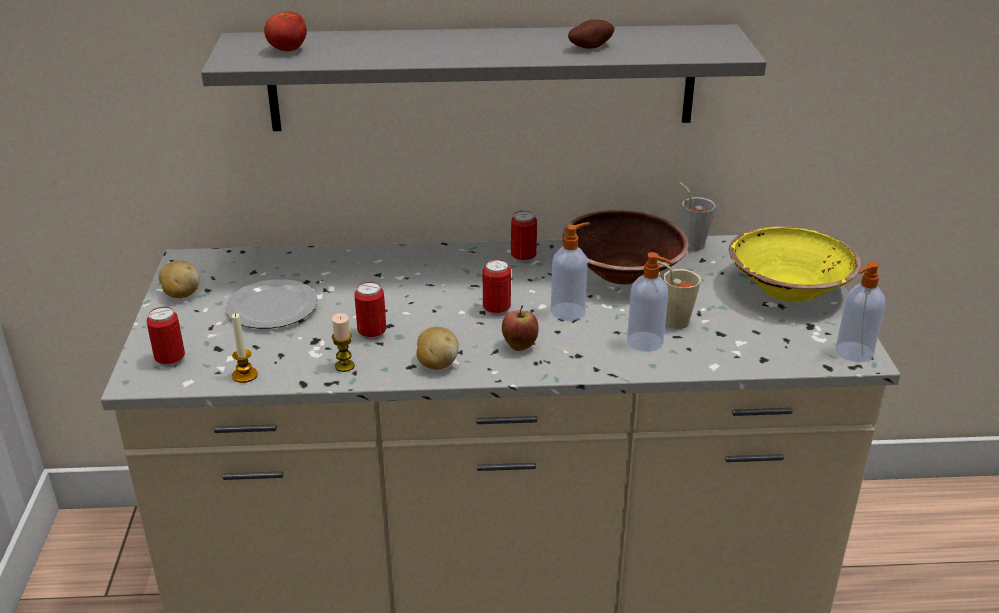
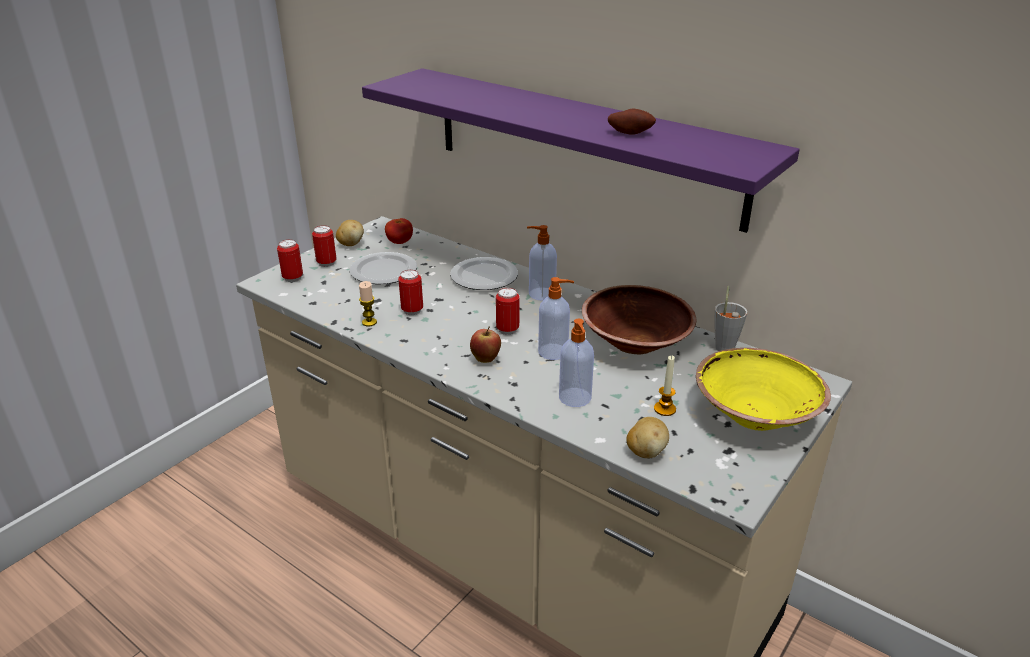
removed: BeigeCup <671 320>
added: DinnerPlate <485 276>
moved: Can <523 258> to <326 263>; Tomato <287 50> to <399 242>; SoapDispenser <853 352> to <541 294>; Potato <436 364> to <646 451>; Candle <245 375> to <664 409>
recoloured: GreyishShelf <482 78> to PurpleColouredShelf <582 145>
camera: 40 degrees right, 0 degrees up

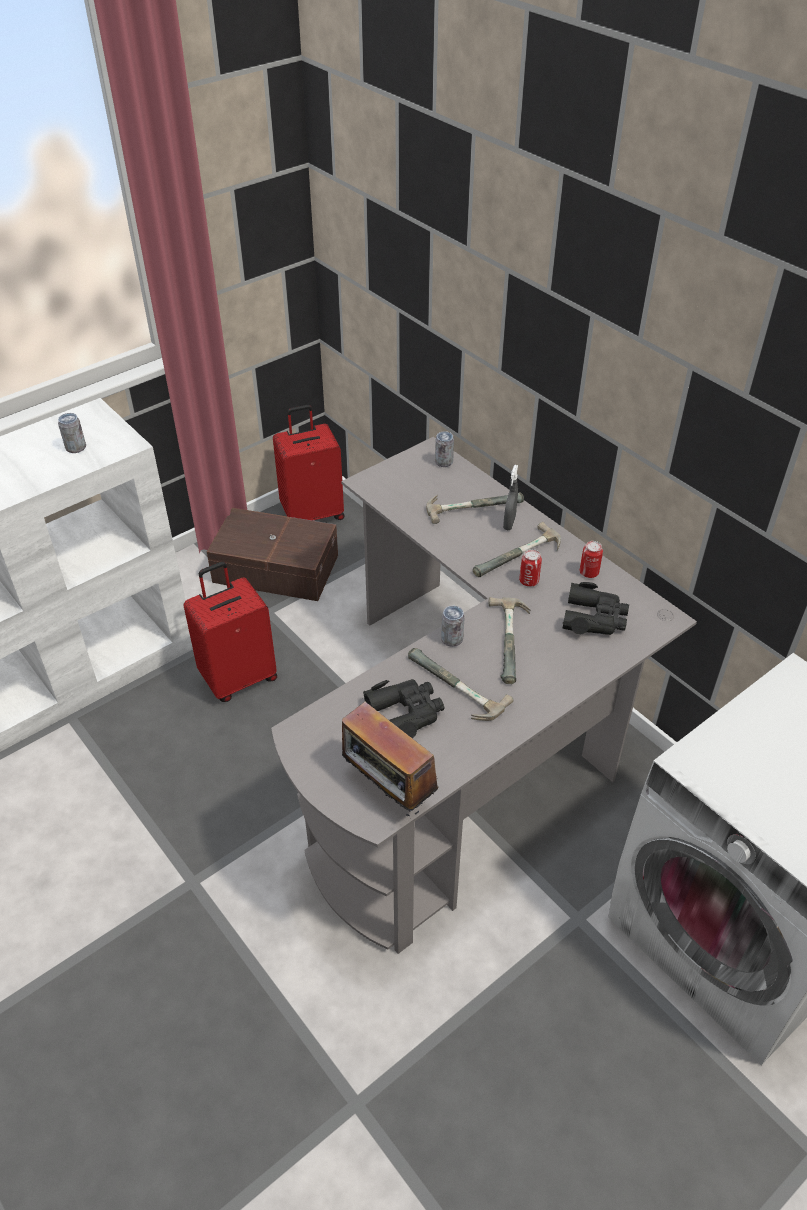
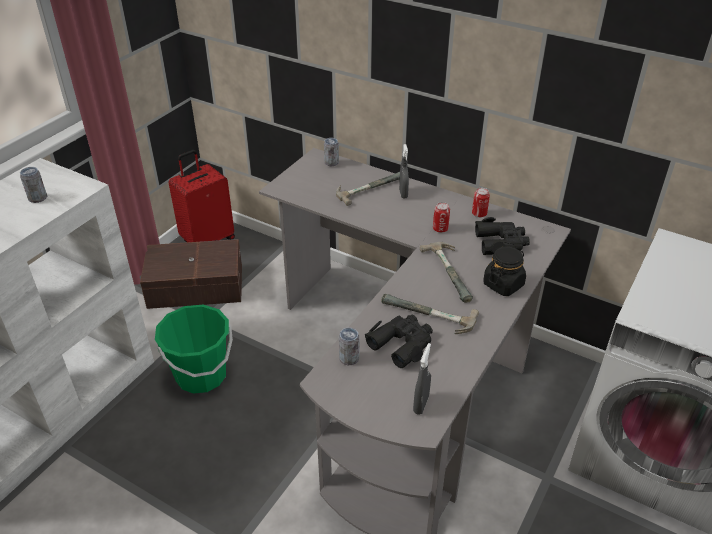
removed: ToolHammer <520 558>
added: BlackColouredPreserveJar <503 284>
moved: Can <452 639> to <349 358>
replaced: ReddishTravelCase <238 677> to GreenColouredBucket <201 375>; RadioSet <388 790> to GreyishSprayer <421 404>
camera: 20 degrees left, 5 degrees down

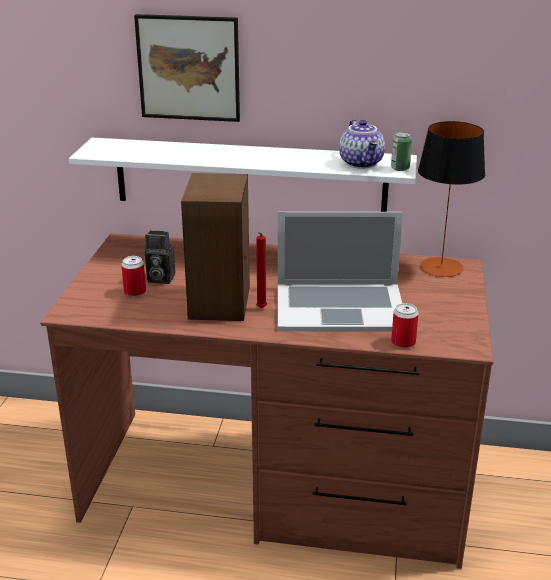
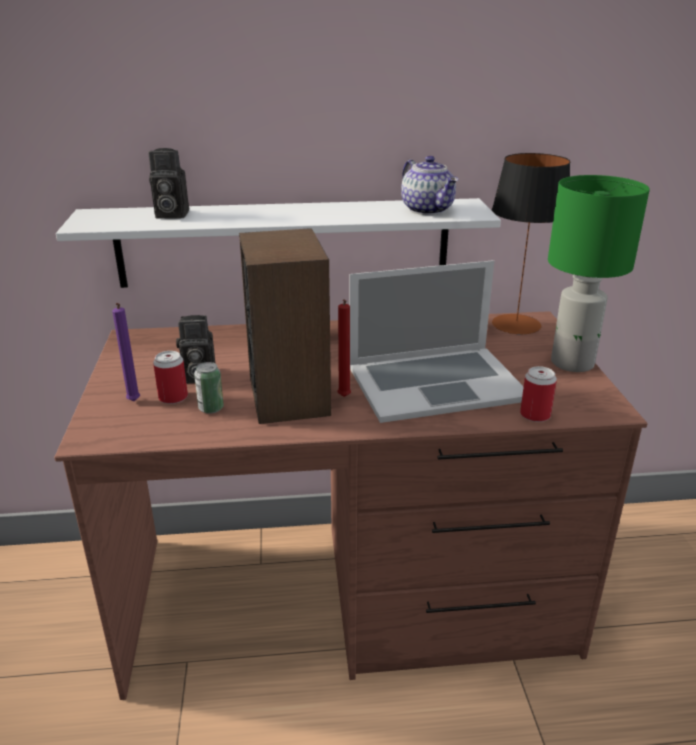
removed: Picture <188 68>
added: PurpleColouredCandle <133 402>; PhotoCamera <169 215>; GreenColouredLampForATable <573 363>
moved: Can <400 168> to <211 408>
camera: 15 degrees left, 0 degrees up

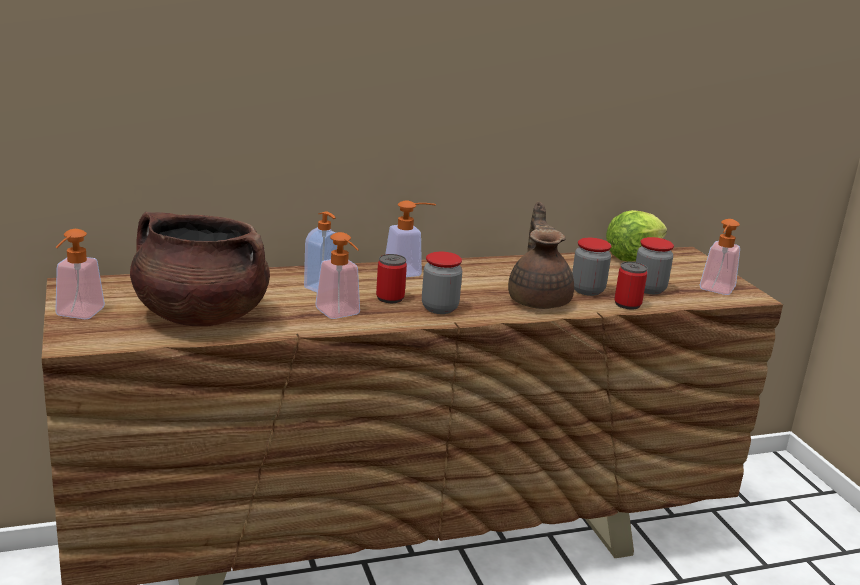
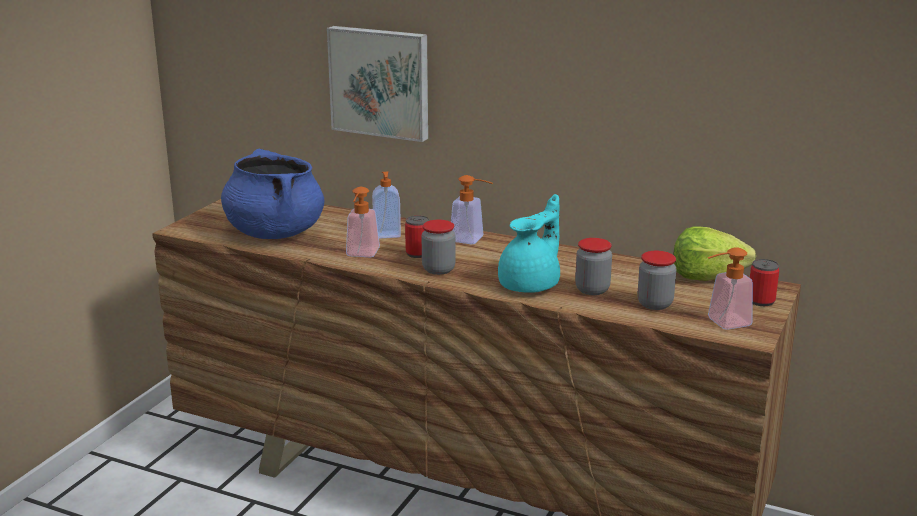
removed: SoapDispenser <76 315>
added: Picture <380 82>
moved: Can <627 304> to <761 301>
recoloured: BrownCookingPot <200 316> to BlueColouredCookingPot <274 233>; BrownTeaPot <539 300> to TurquoiseColouredTeaPot <531 285>
camera: 45 degrees right, 0 degrees up

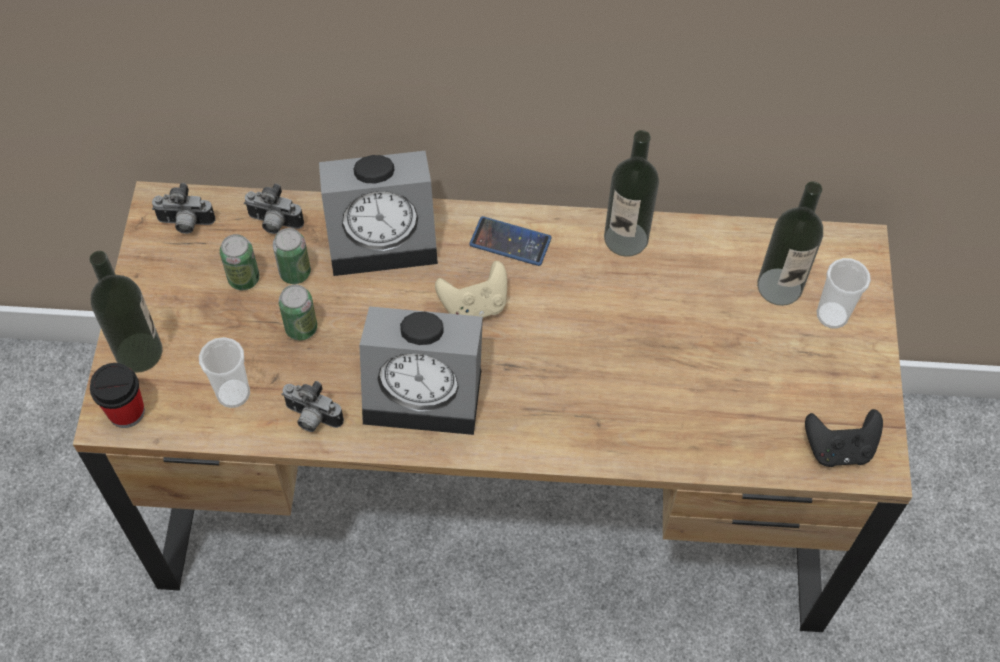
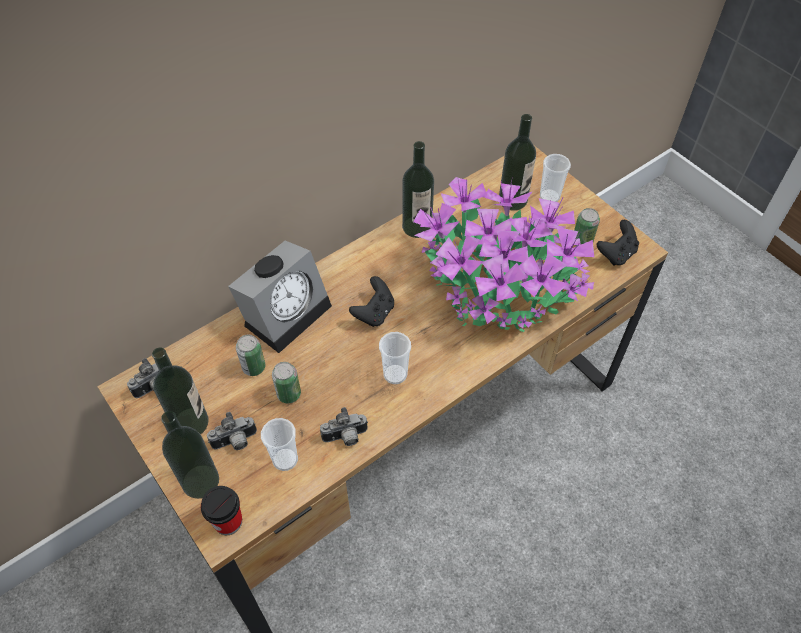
removed: Phone <510 242>
added: Bottle <191 423>; PottedPlant <499 289>
moved: PhotoCamera <274 224> to <235 442>; Can <244 279> to <582 242>
replaced: TableClock <427 391> to Cup <395 374>
recoloured: BeigeGamepad <474 306> to BlackColouredGamepad <374 313>
camera: 40 degrees left, 5 degrees down

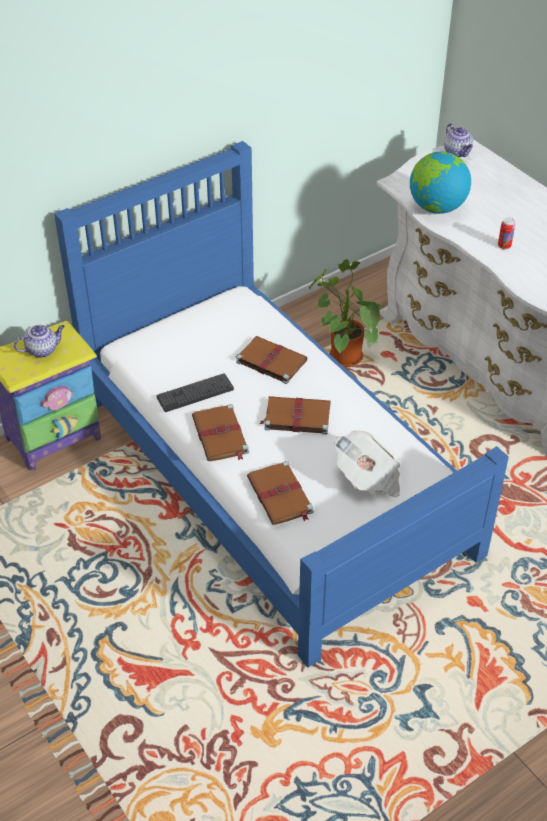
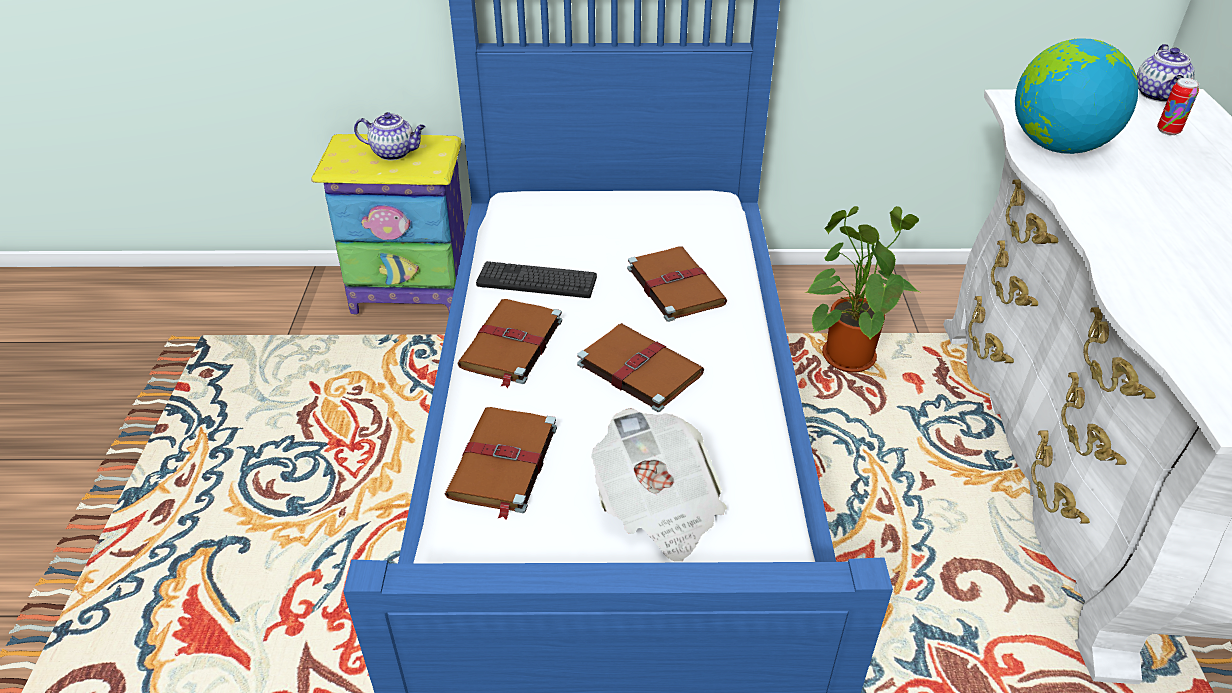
moved: Can <504 246> to <1168 131>
camera: 35 degrees right, 5 degrees down

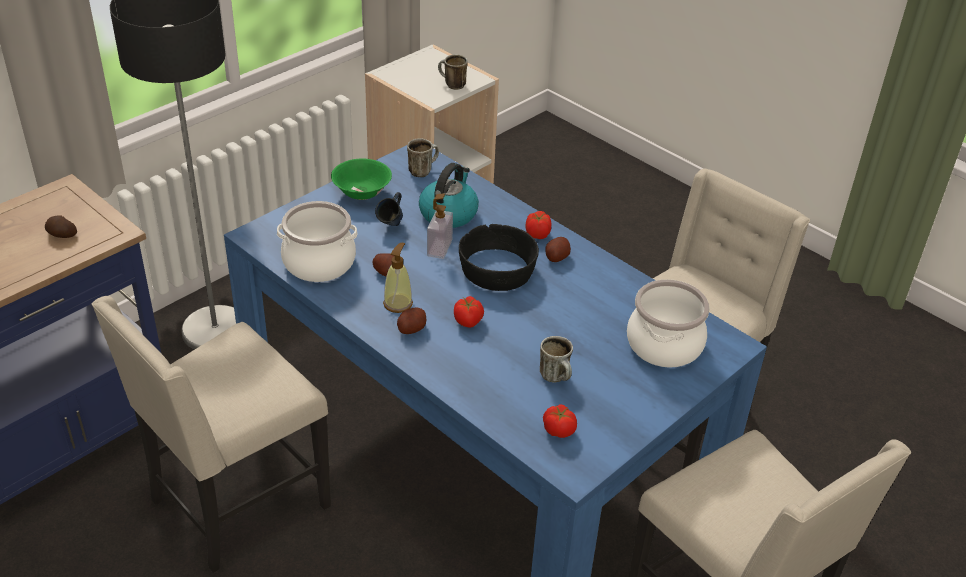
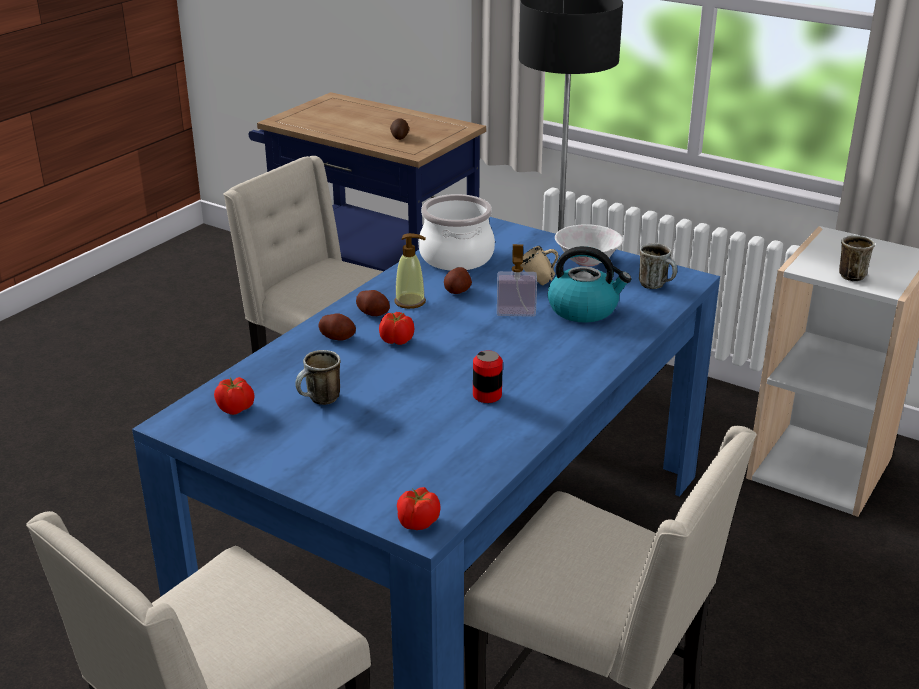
removed: BlackColouredBowl <498 271>; CookingPot <663 344>
added: Can <487 395>
moved: Potato <556 257> to <338 337>; Tomato <537 234> to <418 523>
recoloured: BlueColouredMug <391 227> to BeigeMug <537 282>; GreenColouredBowl <362 193> to WhiteColouredBowl <587 260>
camera: 80 degrees right, 10 degrees down

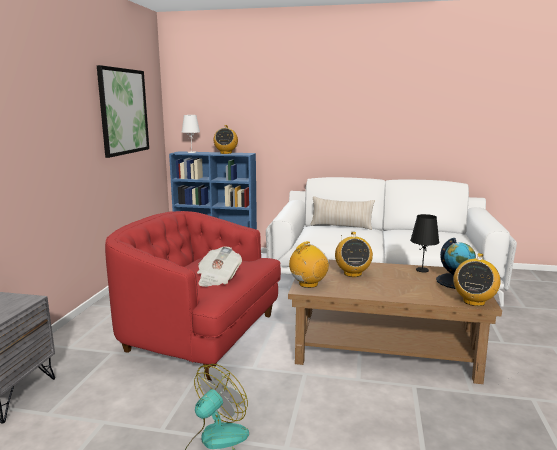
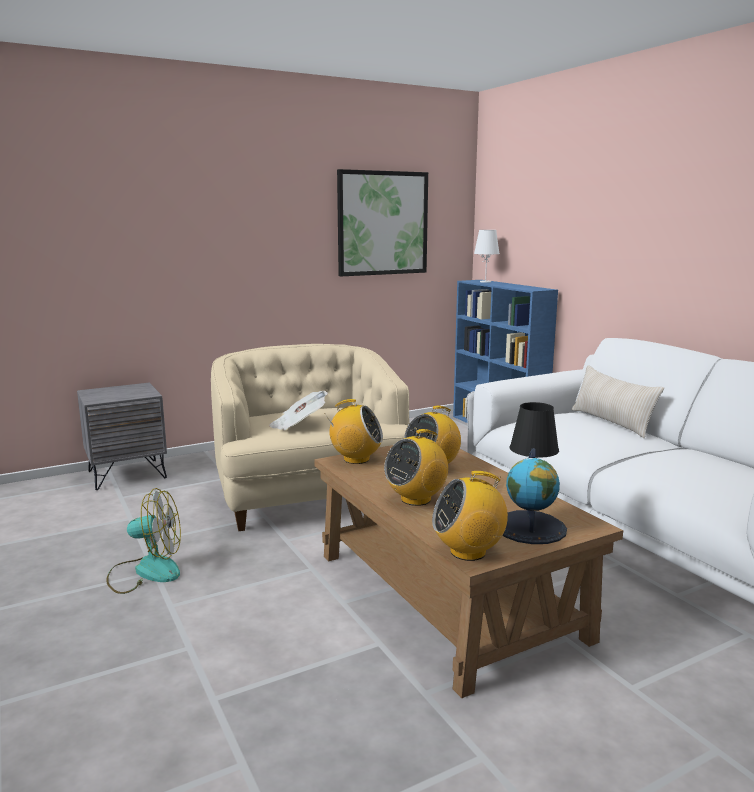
moved: RadioSet <226 153> to <416 499>
recoloured: ReddishEasyChair <200 335> to BeigeEasyChair <310 494>
camera: 50 degrees right, 0 degrees up

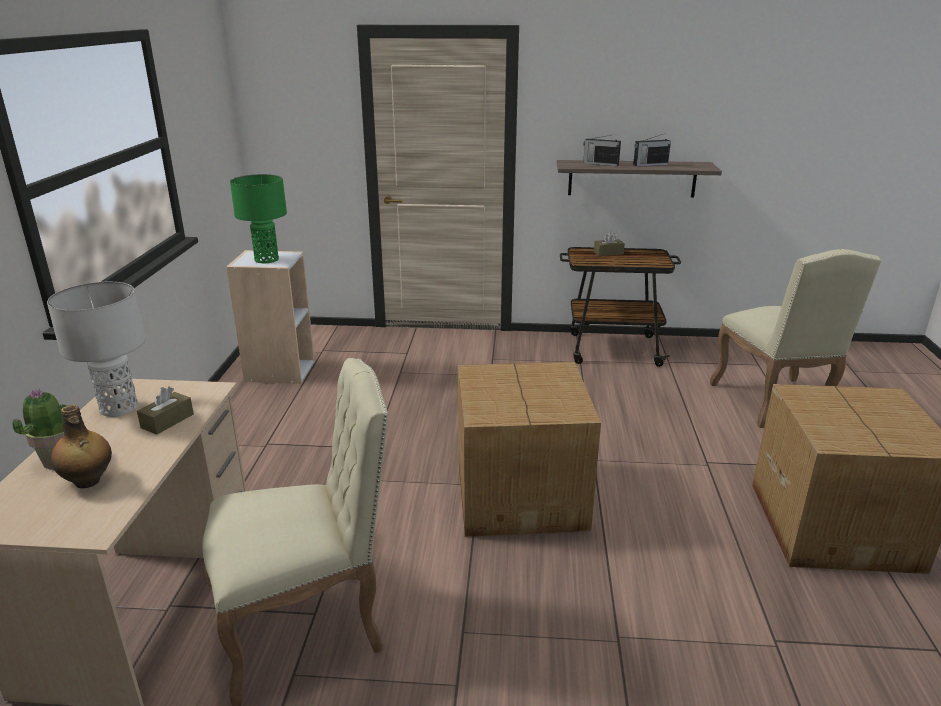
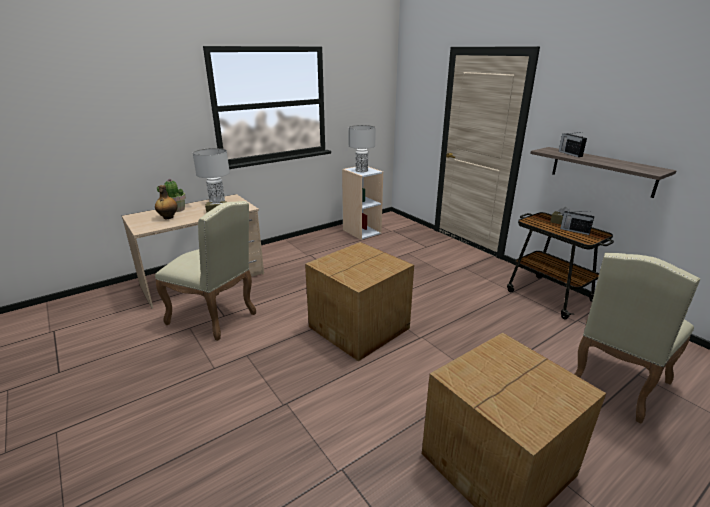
moved: RadioSet <649 165> to <574 231>
recoloured: GreenColouredLampForATable <267 259> to WhiteColouredLampForATable <361 170>
camera: 50 degrees right, 0 degrees up

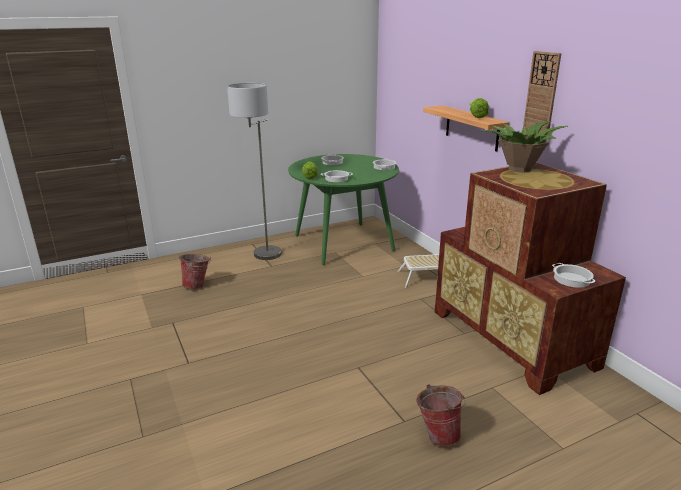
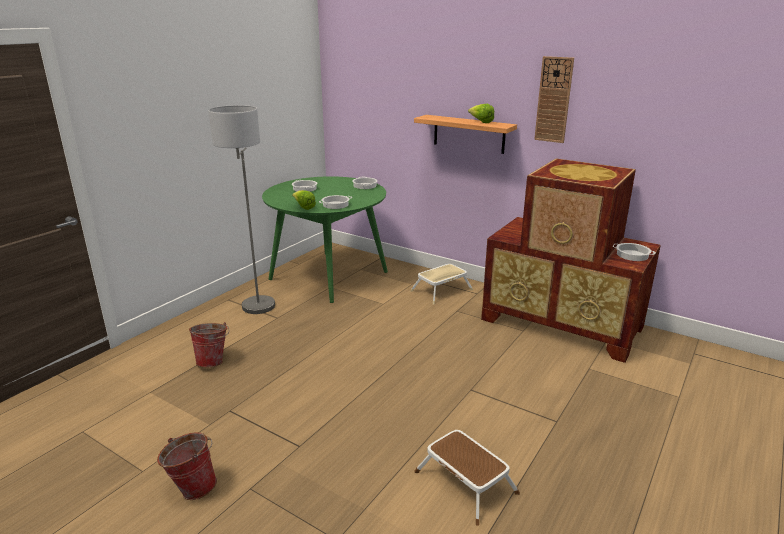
removed: PottedPlant <518 169>
added: BrownStepladder <465 482>
moved: Bucket <438 434> to <192 487>
camera: 30 degrees left, 0 degrees up

